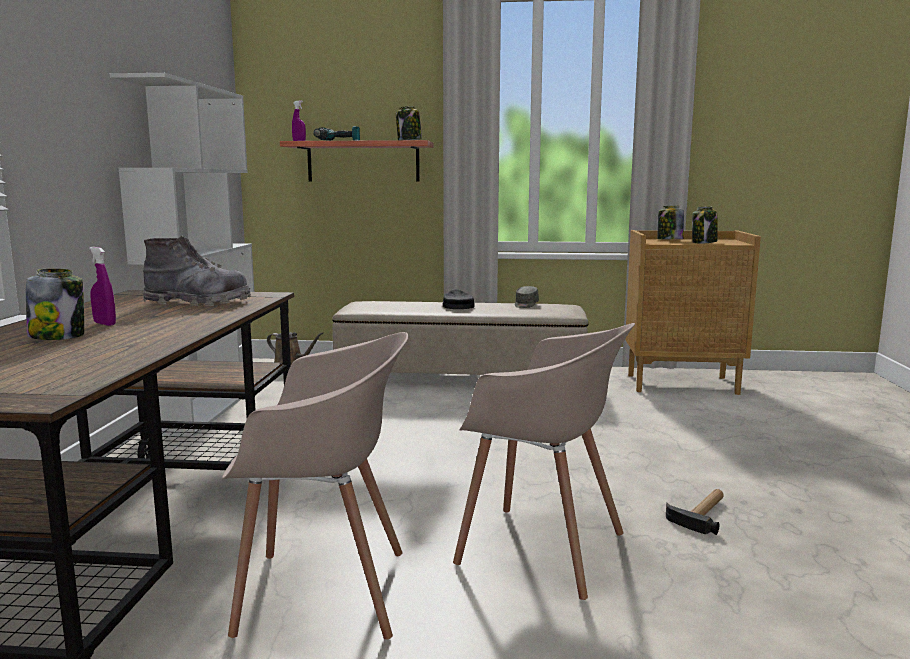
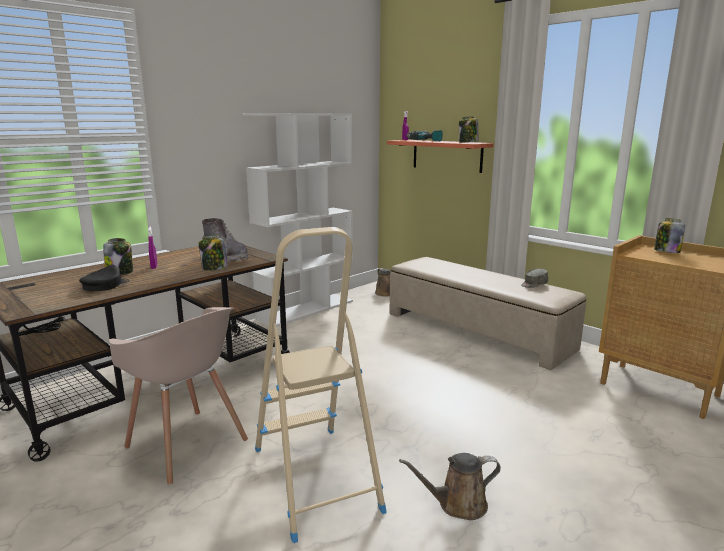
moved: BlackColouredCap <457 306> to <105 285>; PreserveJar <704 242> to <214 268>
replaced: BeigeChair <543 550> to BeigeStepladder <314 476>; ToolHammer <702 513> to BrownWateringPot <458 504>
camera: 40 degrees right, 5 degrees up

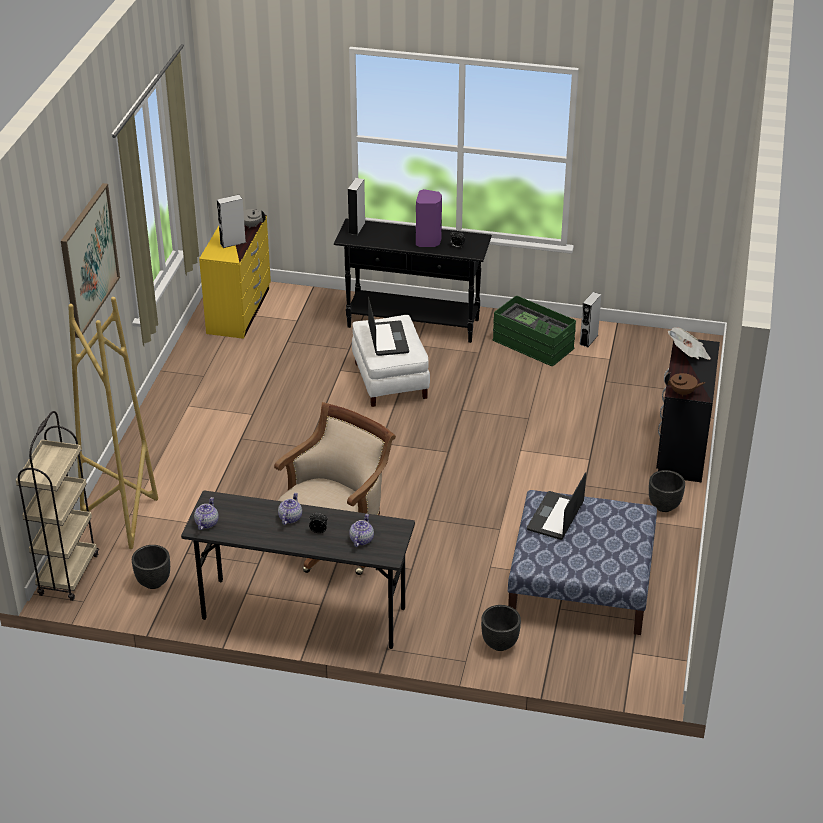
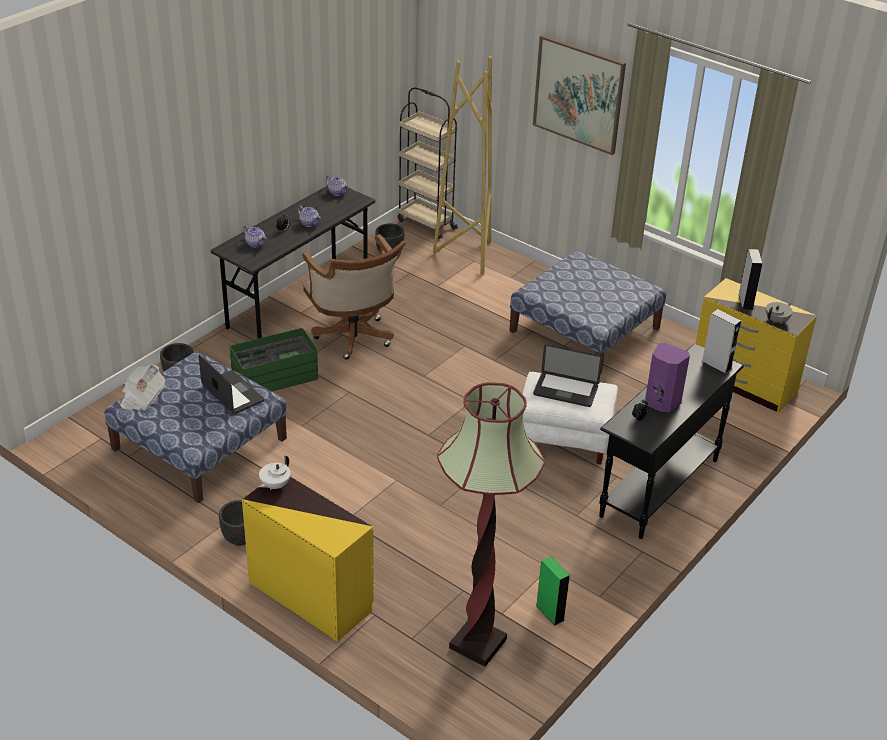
added: StandardLamp <477 643>; Pouffe <583 330>
moved: Newspaper <688 354> to <142 398>; GreenColouredStorageBox <533 343> to <275 377>
recoloured: BlackColouredDrawerChest <681 447> to YellowDrawerChest <310 595>; BrownTeaPot <682 392> to WhiteColouredTeaPot <275 485>; GreyishLoudspeaker <588 340> to GreenColouredLoudspeaker <550 613>
camera: 115 degrees right, 0 degrees up

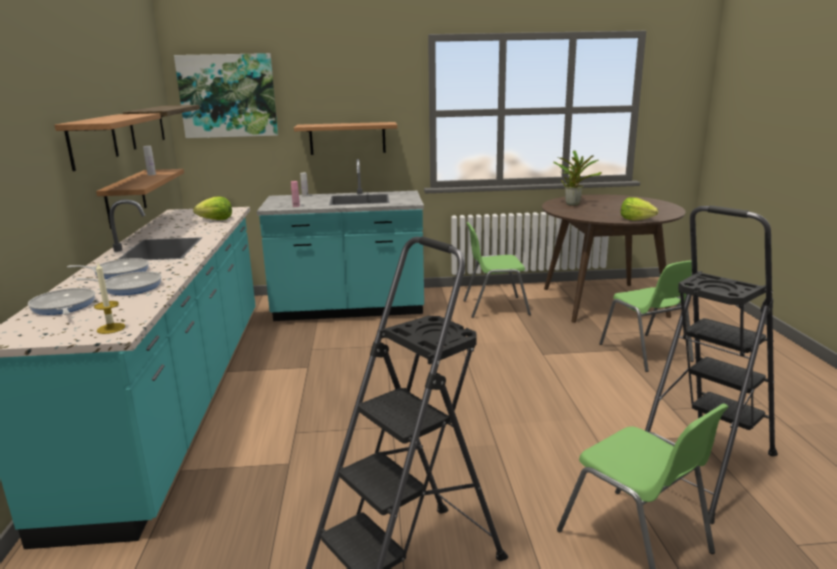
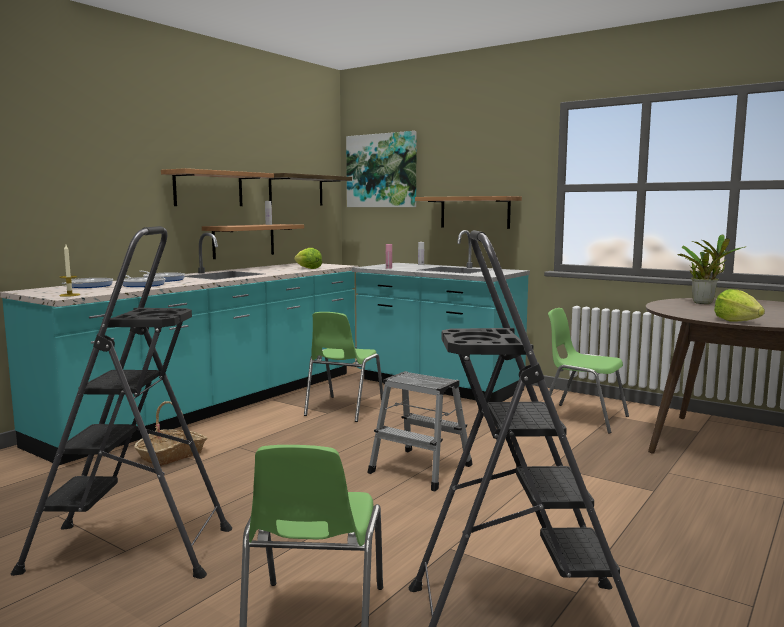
added: HouseholdBasket <172 455>; GreyishStepladder <420 468>
moved: GreenColouredChair <646 353> to <343 409>
camera: 40 degrees right, 10 degrees down

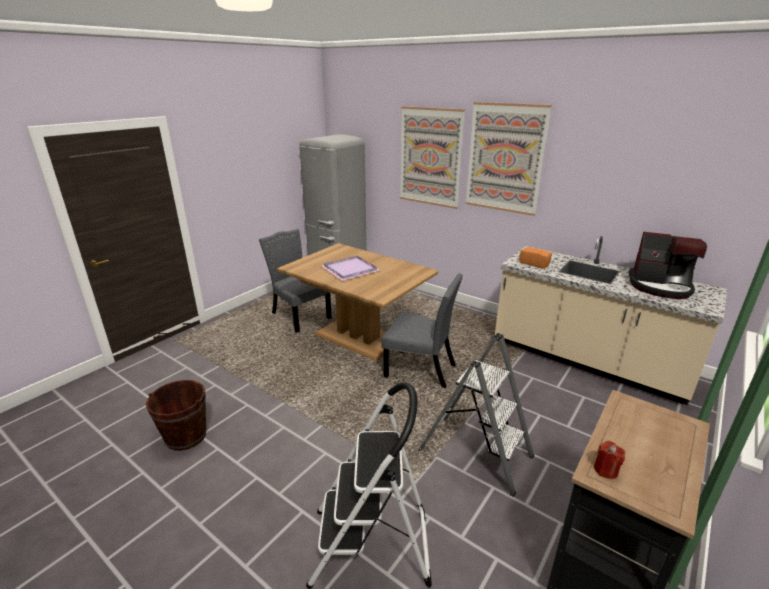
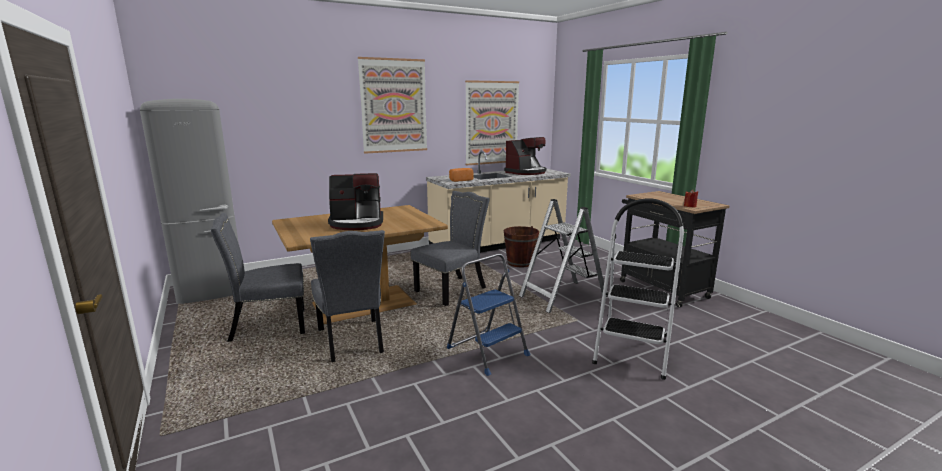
added: GreyishChair <352 339>; BlueColouredStepladder <485 350>
moved: Picture <430 157> to <492 123>; BrownBucket <186 436> to <520 263>
replaced: PurpleColouredTray <351 270> to CoffeeMachine <357 223>
camera: 65 degrees left, 10 degrees down

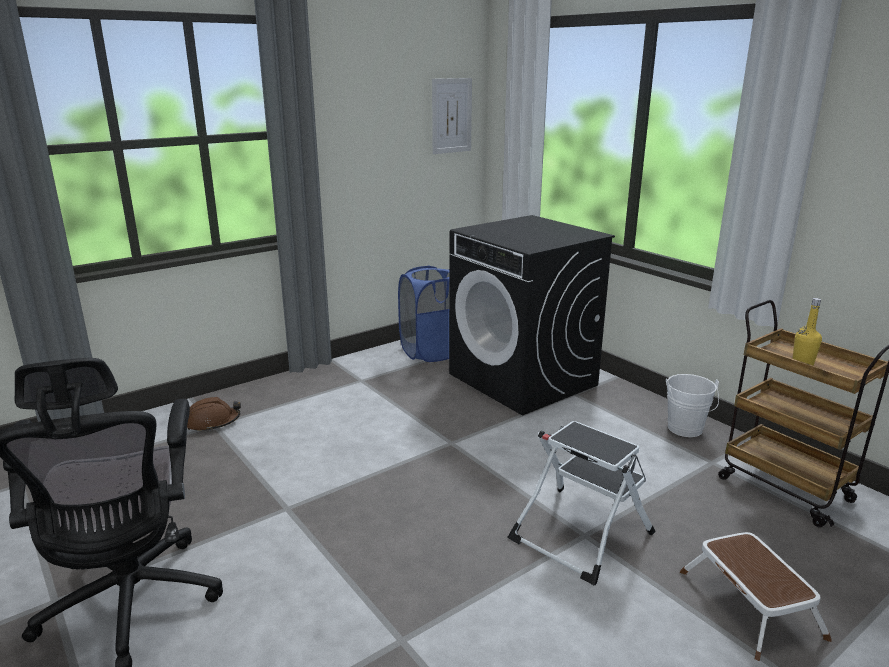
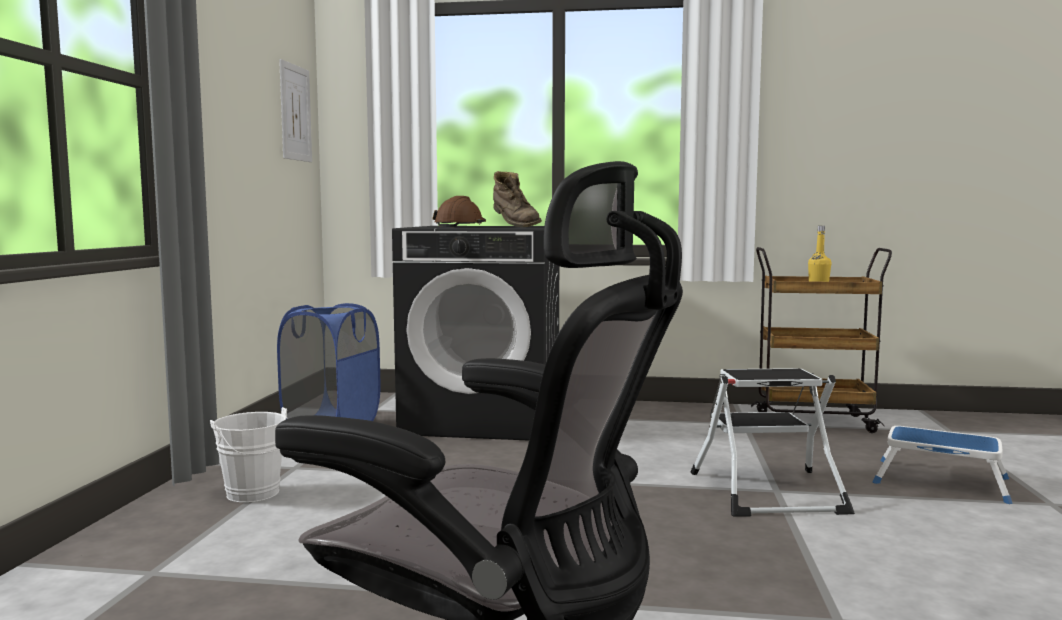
added: BrownTallBoot <514 226>
moved: WhiteColouredBucket <686 430> to <255 495>; BrownHardHat <213 422> to <460 226>
recoloured: BrownStepladder <750 604> to BlueColouredStepladder <941 481>
camera: 45 degrees left, 15 degrees down

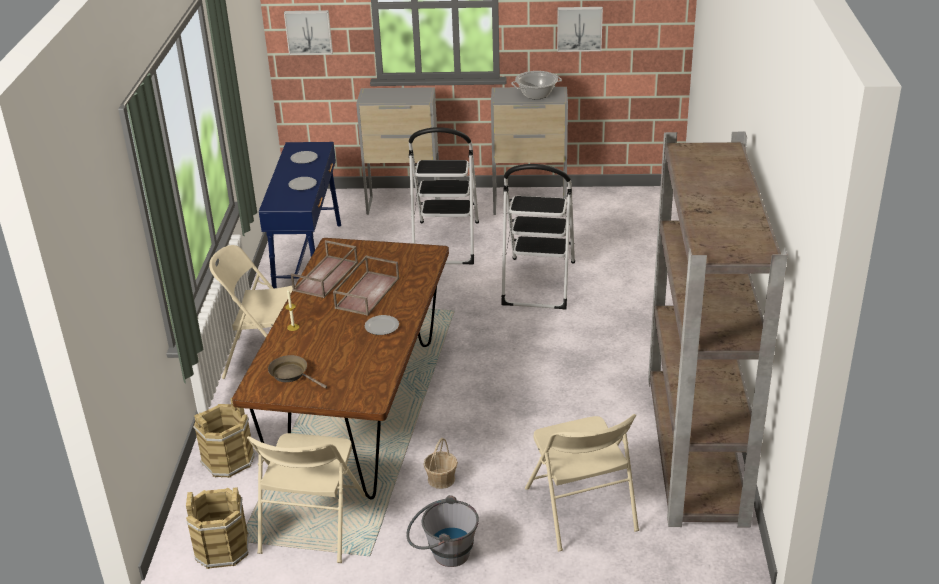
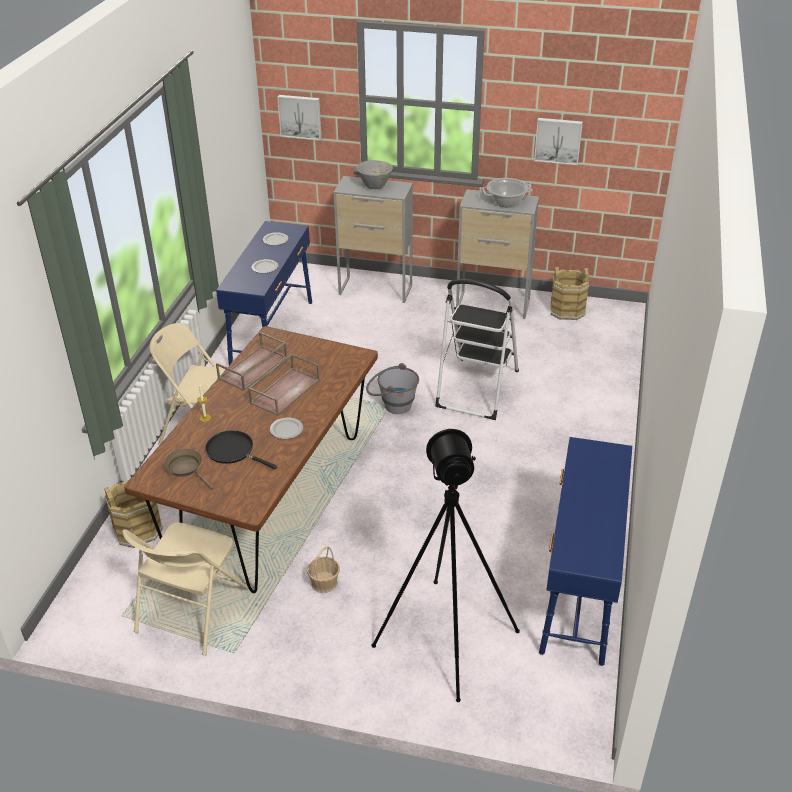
removed: Stepladder <445 244>
added: BlackColouredSkillet <233 451>; GreyishBowl <375 186>
moved: GreyishBucket <443 553> to <392 405>; BrownBucket <222 548> to <567 310>
replaced: BeigeChair <580 509> to BlackColouredStandardLamp <445 638>; BrownBookshelf <695 447> to BlueColouredNarrowTable <578 590>
camera: 10 degrees right, 5 degrees up

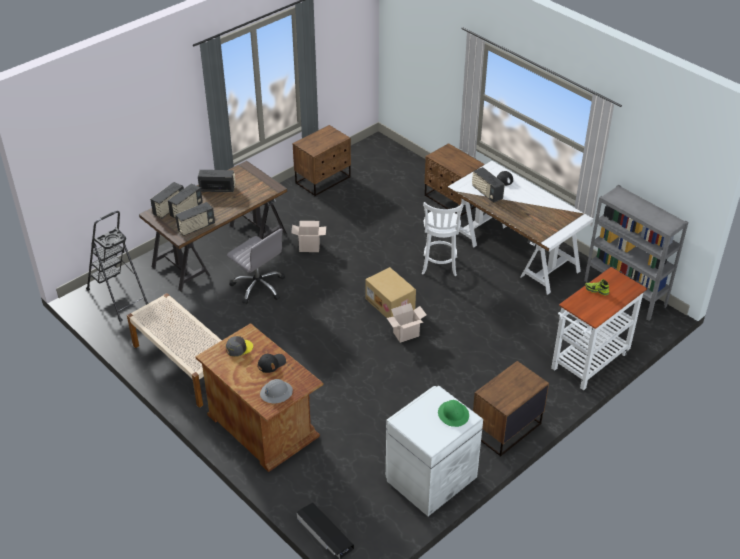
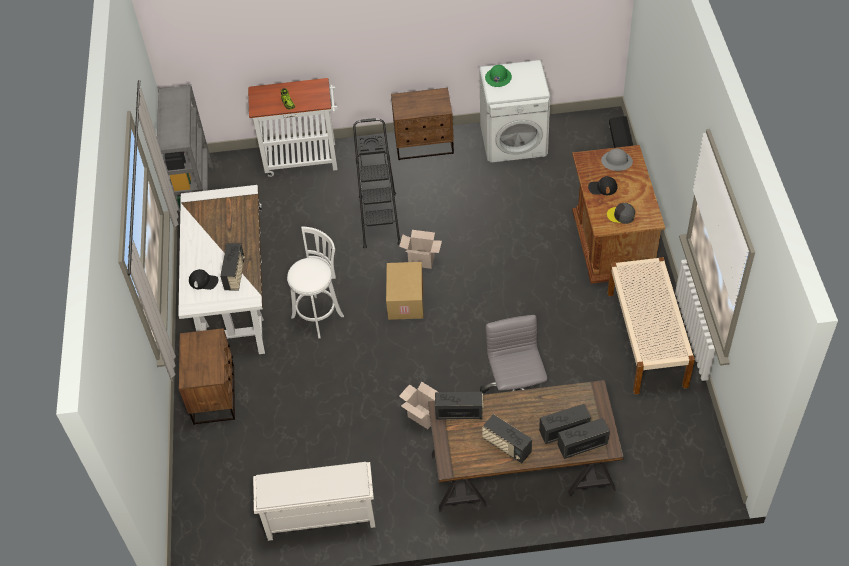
moved: Stepladder <118 297> to <379 219>; RadioSet <196 227> to <459 412>
replaced: BrownNightTable <323 180> to WhiteColouredShoeRack <319 518>
camera: 140 degrees left, 10 degrees up

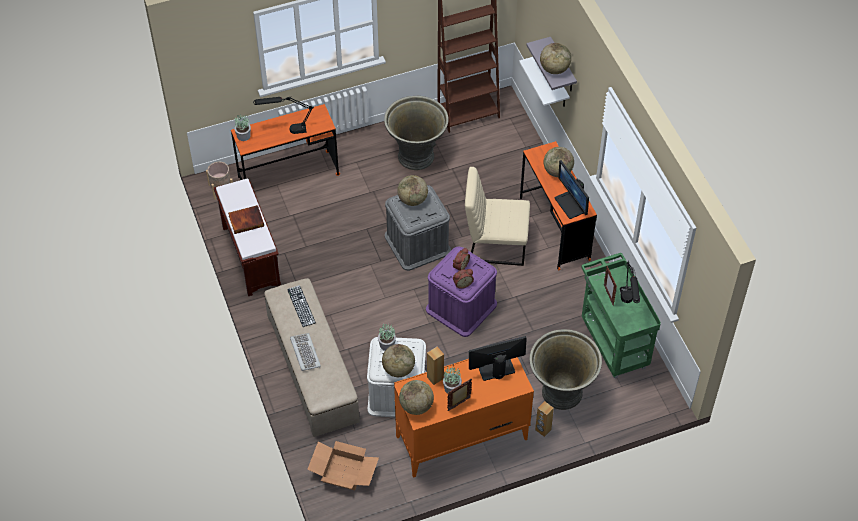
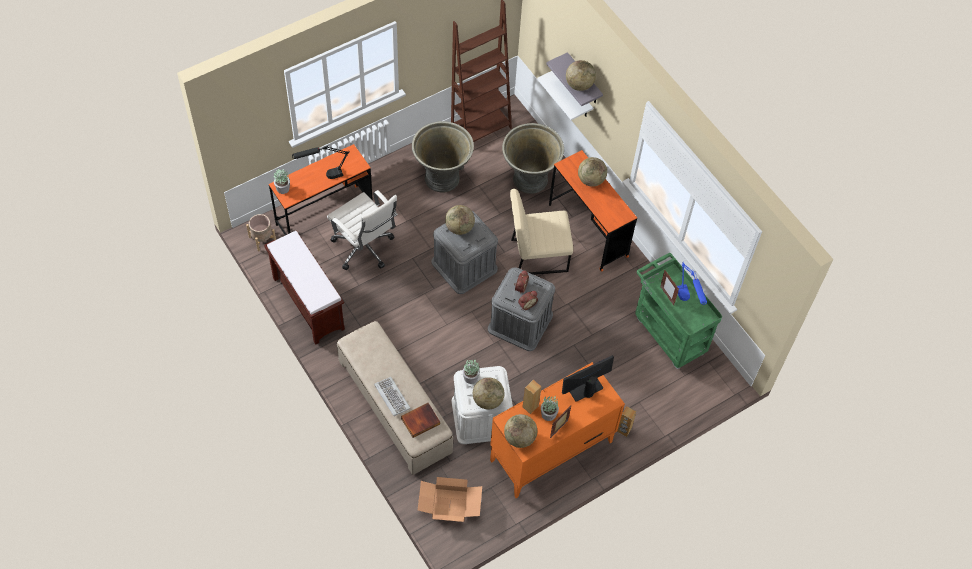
removed: PcKeyboard <301 306>; ComputerDisplay <571 204>
added: WhiteColouredOfficeChair <365 249>
moved: Book <246 220> to <420 420>; GreyishPlantPot <561 393> to <529 180>
recoloured: PurpleColouredStorageBox <461 307> to GreyishStorageBox <520 322>; BlackColouredLampForATable <627 305> to BlueColouredLampForATable <686 303>
camera: 15 degrees left, 5 degrees up

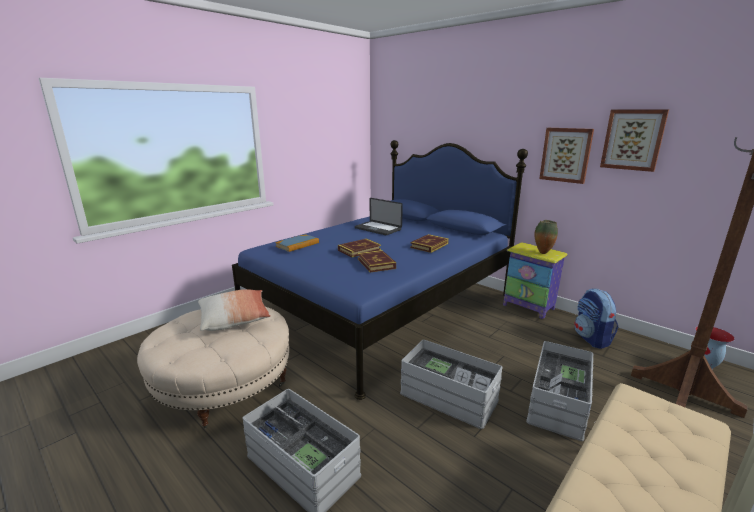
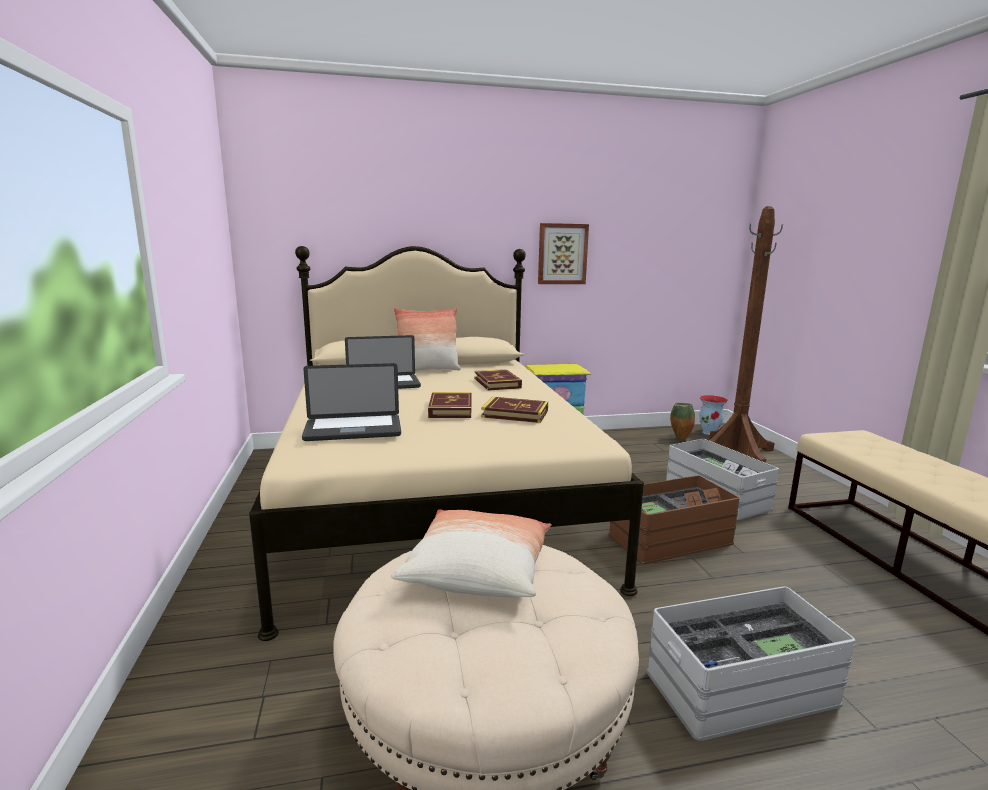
removed: Backpack <591 339>; Picture <633 139>
added: ThrowPillow <427 370>
moved: FlowerVase <542 252> to <680 439>
replaced: Book <297 245> to PortableComputer <353 429>
recoloured: BlueColouredBedroomBed <381 307> to BeigeBedroomBed <433 503>; GreyishStorageBox <449 396> to BrownStorageBox <669 538>
camera: 55 degrees left, 5 degrees down

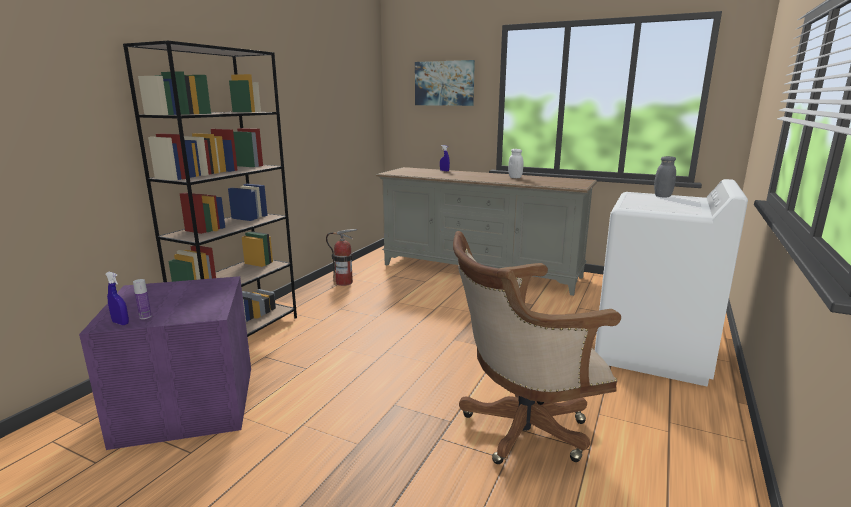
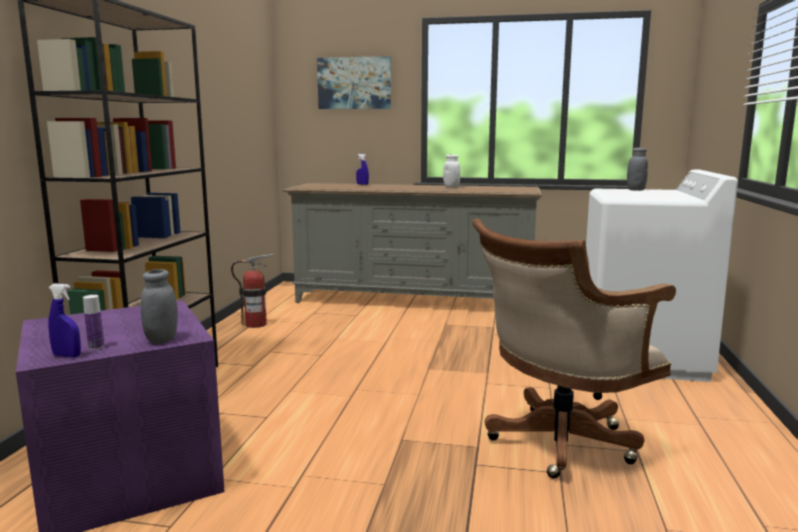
added: GreyishPreserveJar <162 339>
camera: 15 degrees left, 5 degrees down

